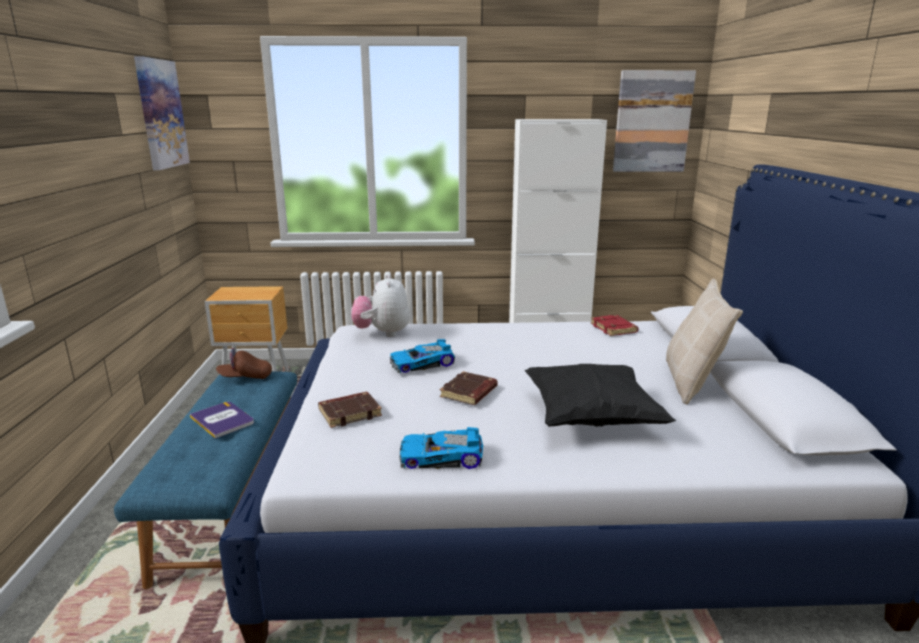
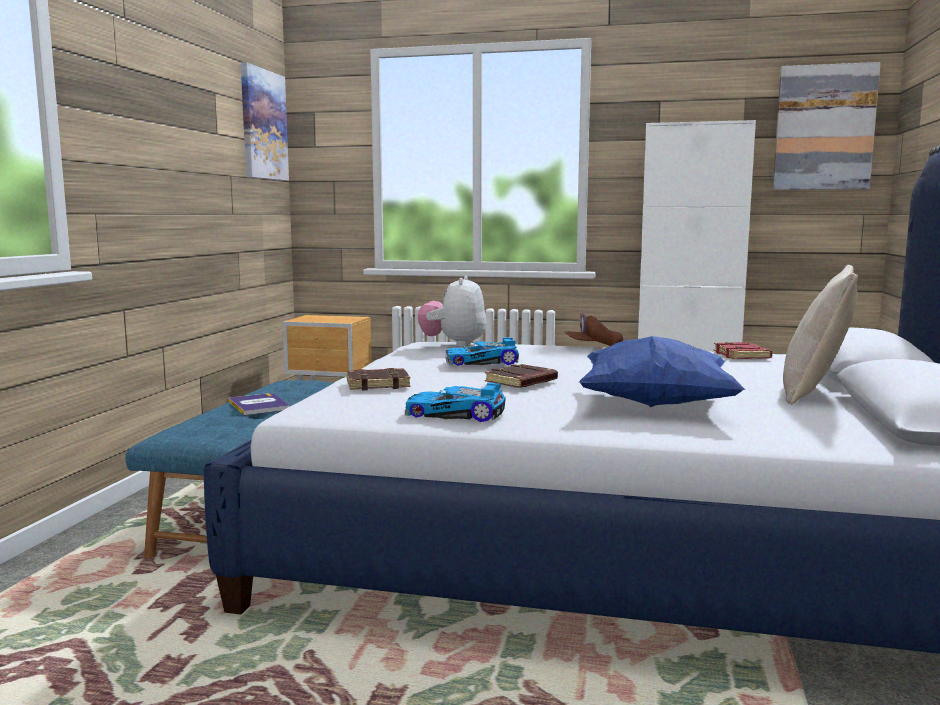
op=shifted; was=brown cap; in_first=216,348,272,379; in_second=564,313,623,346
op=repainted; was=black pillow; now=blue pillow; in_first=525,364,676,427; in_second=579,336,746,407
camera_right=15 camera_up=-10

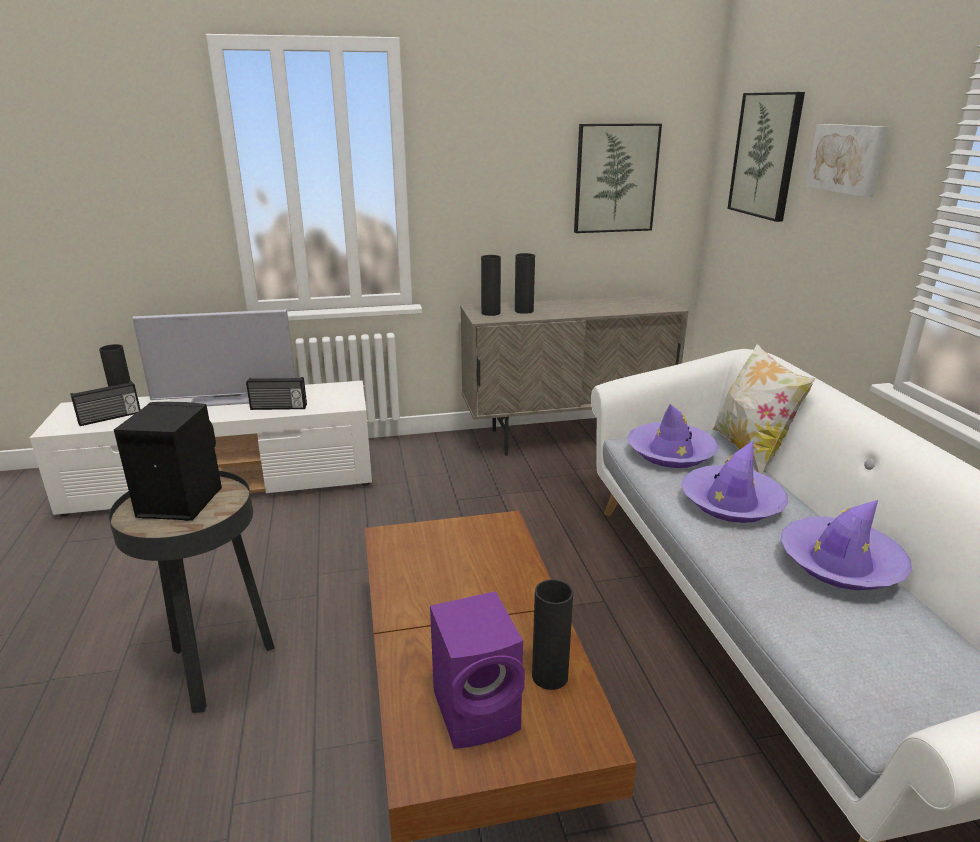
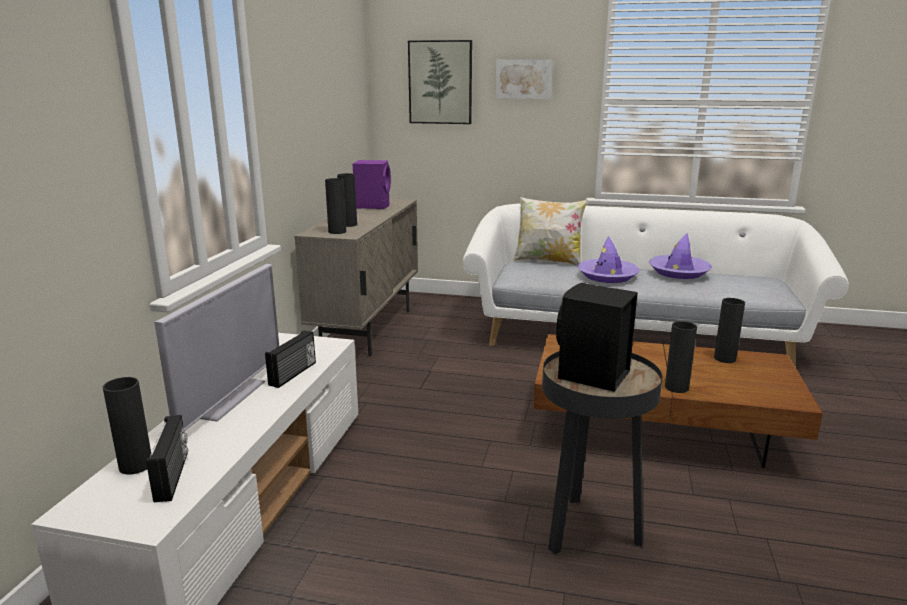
op=gone; was=picture; in_first=574,123,662,233
op=gone; was=purple hat; in_first=628,404,719,468
op=shifted; was=purple speaker; in_first=430,591,525,749; in_second=353,160,391,209
op=new; now=black vase; in_second=665,321,697,393
camera_right=-65 camera_up=-5

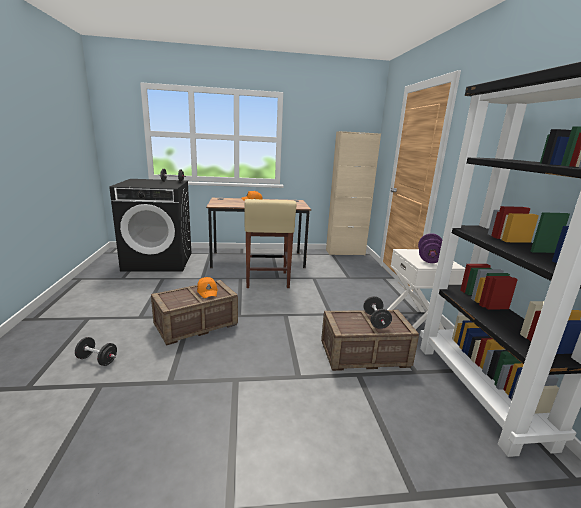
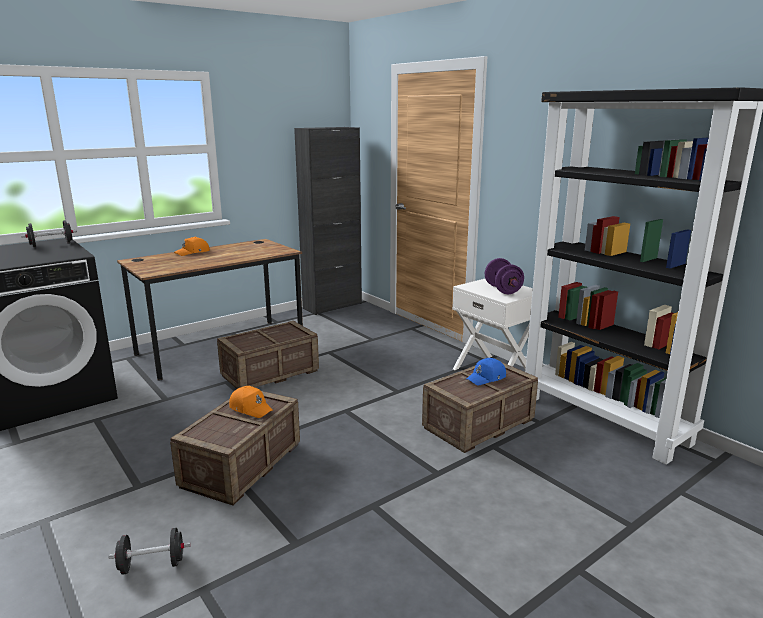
op=repainted; was=beige cabinet; now=black cabinet; in_first=326,131,381,255; in_second=294,127,362,315
op=swapped; was=beige stool; now=crate; in_first=245,199,297,288; in_second=217,321,319,389
op=swapped; was=black dumbbell; now=blue cap; in_first=363,296,392,329; in_second=466,358,506,385
camera_right=-30 camera_up=0

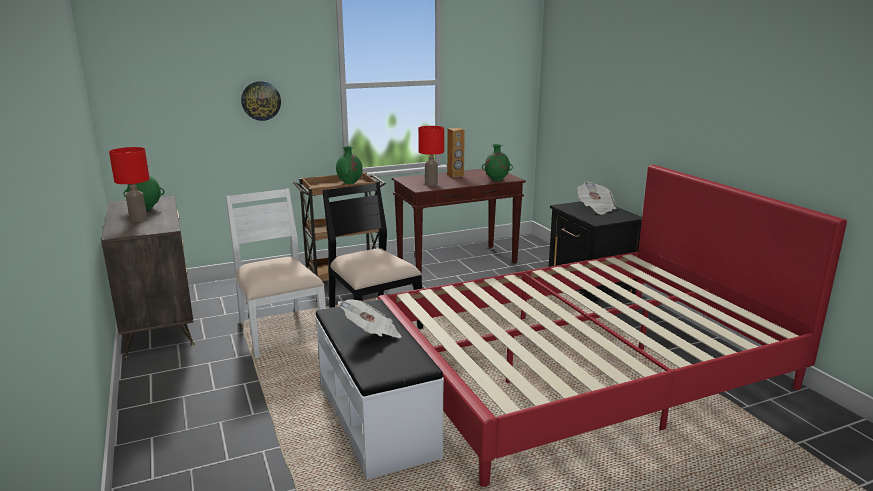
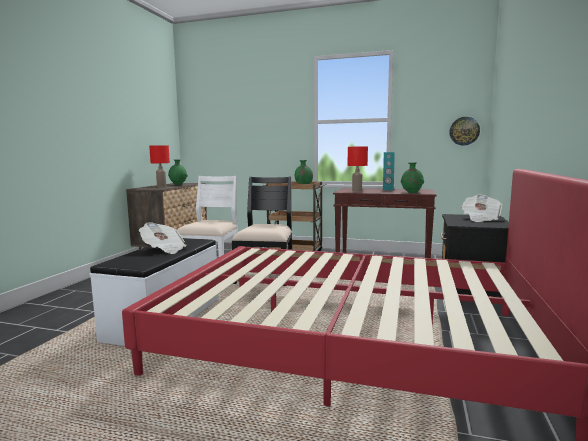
op=shifted; was=wall clock; in_first=241,81,281,121; in_second=449,117,480,145
op=repainted; was=brown speaker; now=turquoise speaker; in_first=447,128,465,177; in_second=383,152,395,190
camera_right=40 camera_up=-10

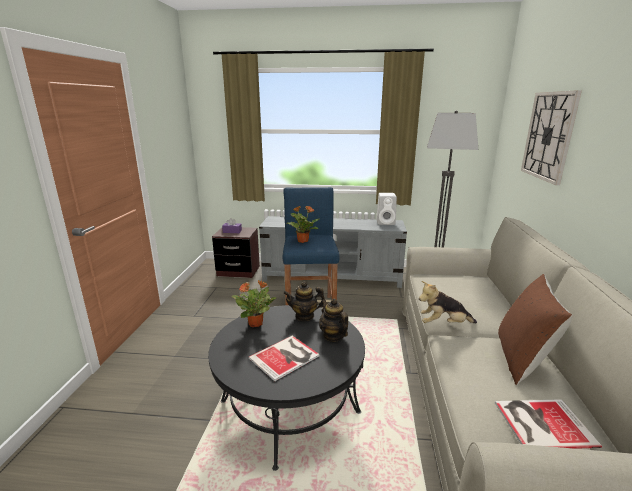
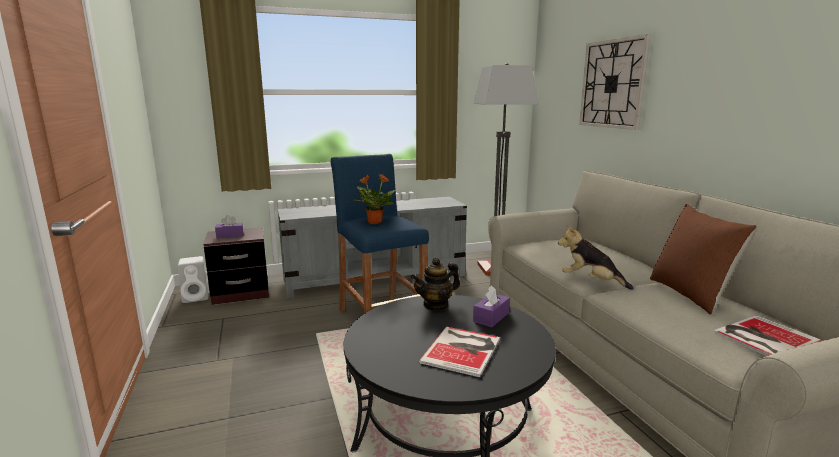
op=shifted; was=white speaker; in_first=376,193,397,225; in_second=178,256,209,303
op=gone; was=potted plant; in_first=232,280,276,327
op=rotated; was=plush toy; in_first=419,281,477,323; in_second=558,225,633,290; clockwise=60
op=swapped; was=teapot; now=purple tissue box; in_first=319,299,348,342; in_second=473,285,510,327
camera_right=-25 camera_up=-5

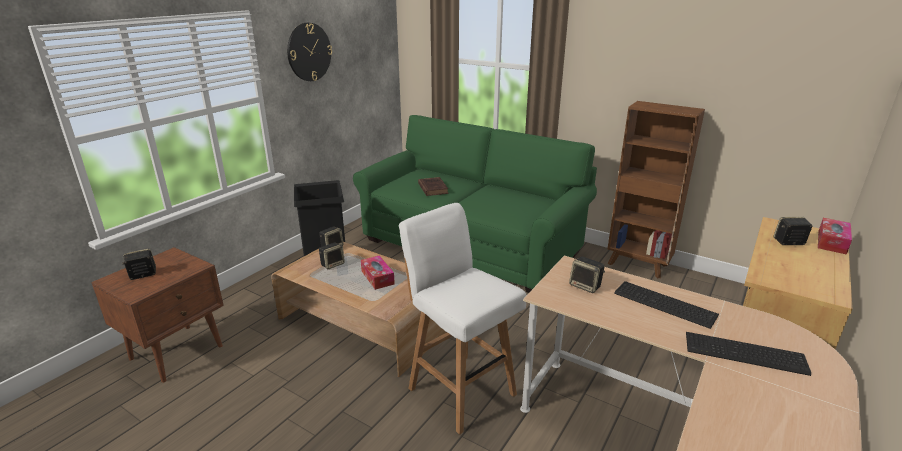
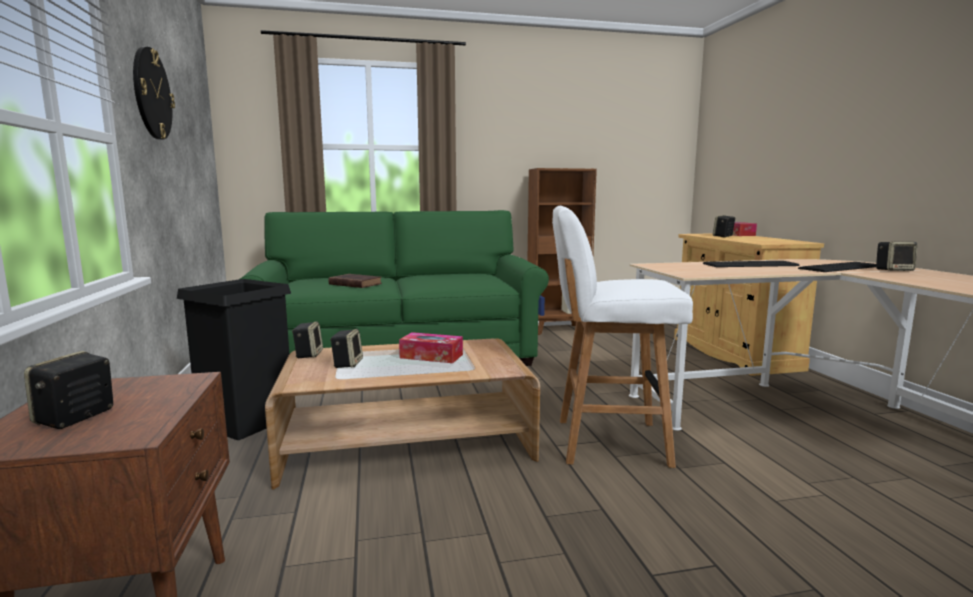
op=shifted; was=speaker; in_first=569,256,605,293; in_second=876,241,917,271
camera_right=-45 camera_up=-15

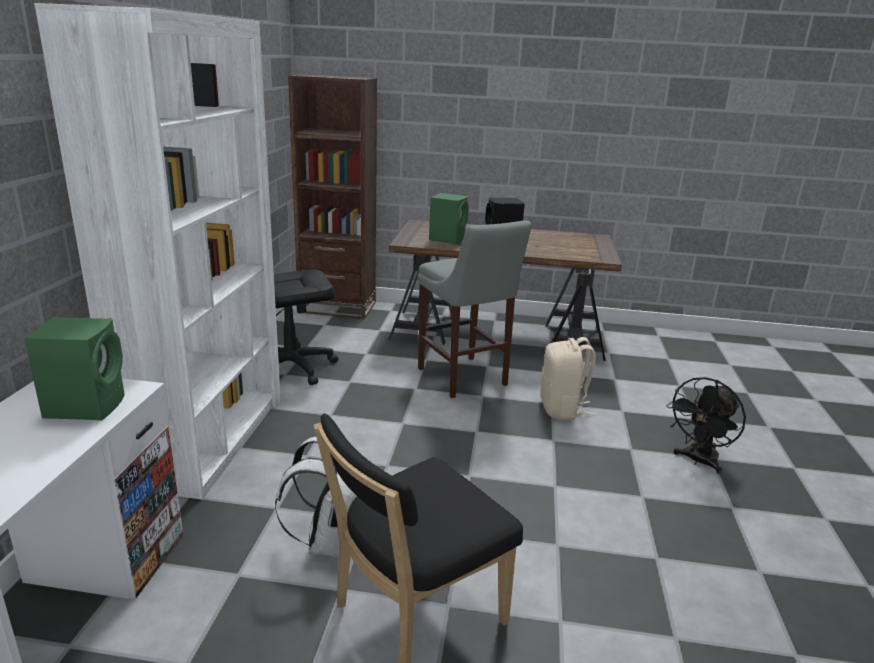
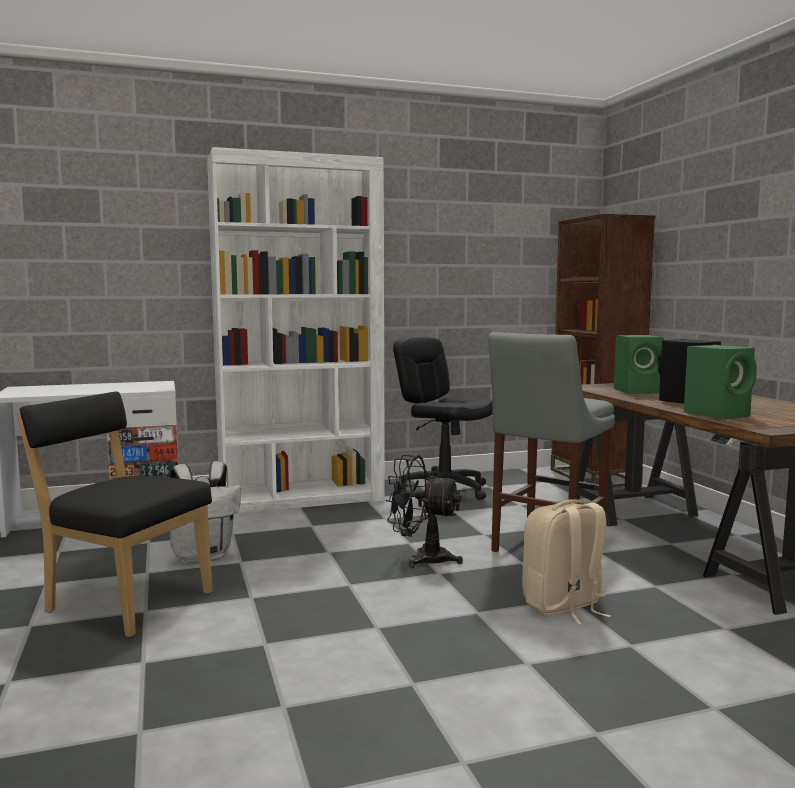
op=shifted; was=green speaker; in_first=24,317,125,420; in_second=684,345,757,419
op=shifted; was=black fan; in_first=666,377,746,474; in_second=385,455,463,568
camera_right=65 camera_up=-15

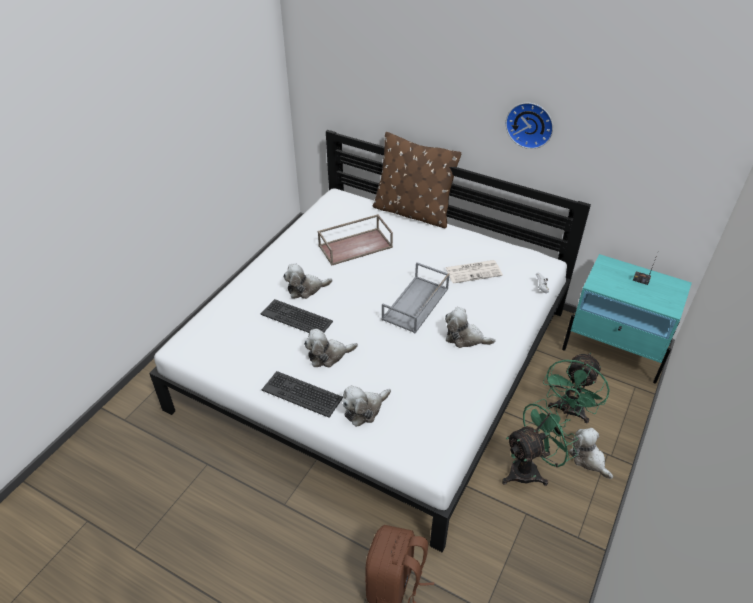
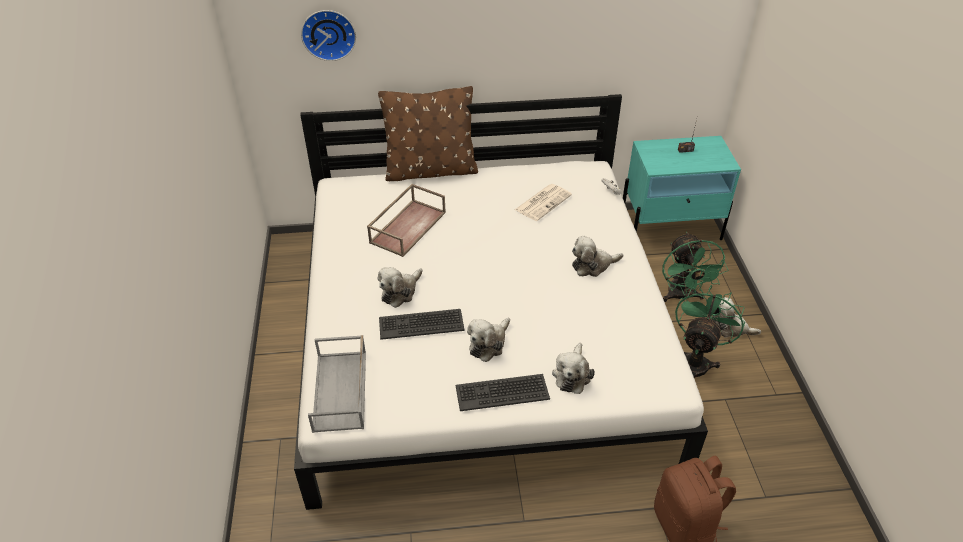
op=shifted; was=wall clock; in_first=506,103,553,149; in_second=301,10,356,61
op=shifted; was=grey tray; in_first=381,262,450,333; in_second=308,335,366,433
camera_right=-35 camera_up=0

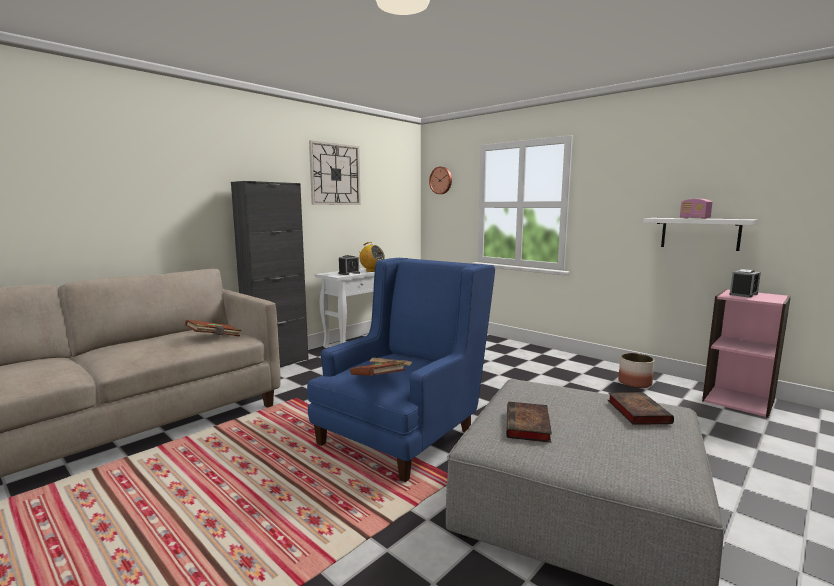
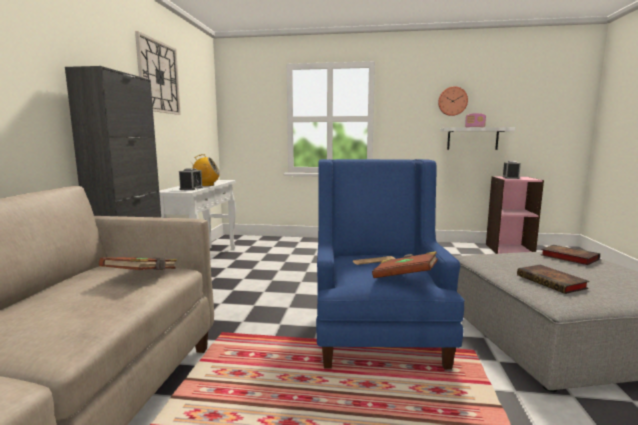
op=shifted; was=wall clock; in_first=429,167,452,194; in_second=438,86,468,116
op=gone; was=planter; in_first=618,353,654,388
camera_right=-35 camera_up=0

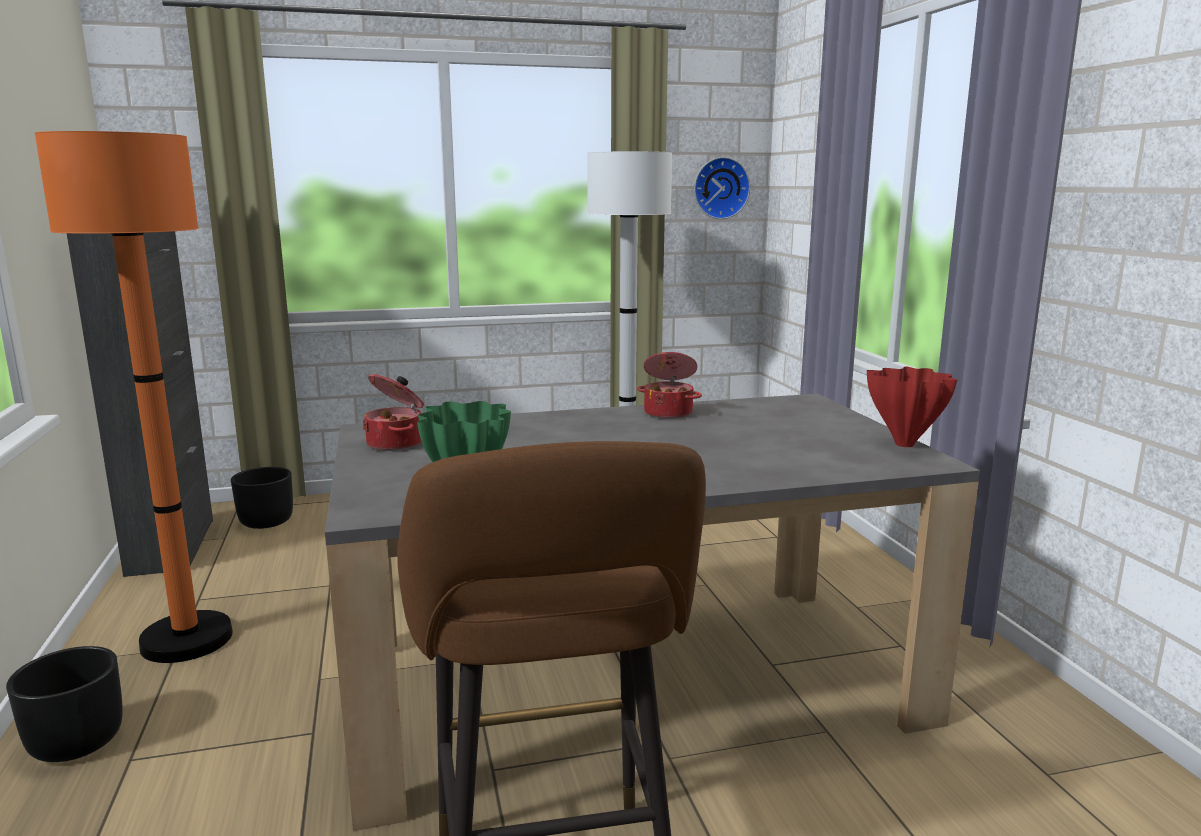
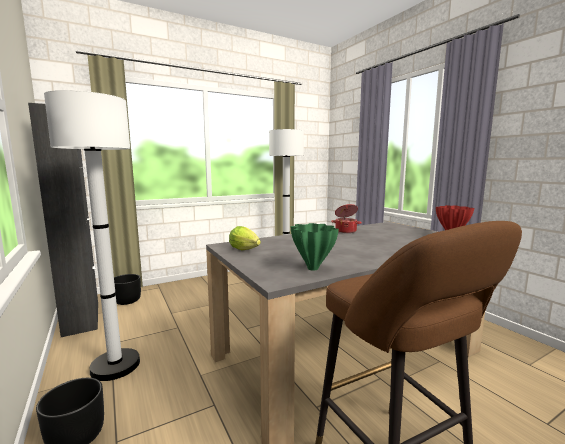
op=repainted; was=orange floor lamp; now=white floor lamp; in_first=34,131,233,663; in_second=44,90,140,381
op=gone; was=wall clock; in_first=694,157,750,219
op=swapped; was=cooking pot; now=lettuce; in_first=363,374,424,451; in_second=229,226,261,250
camera_right=-15 camera_up=-5

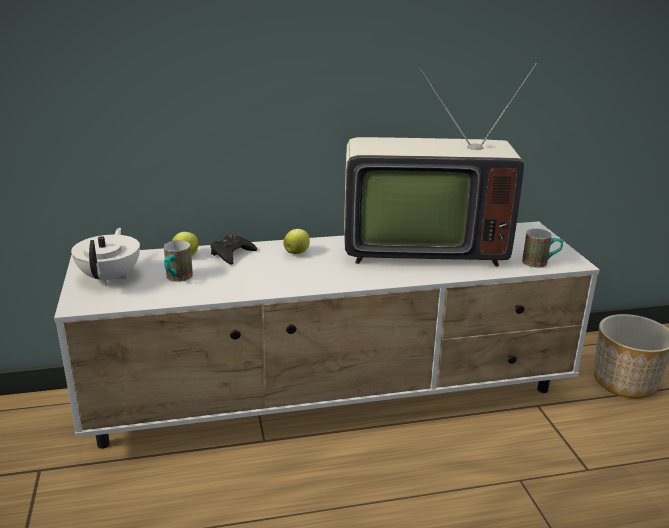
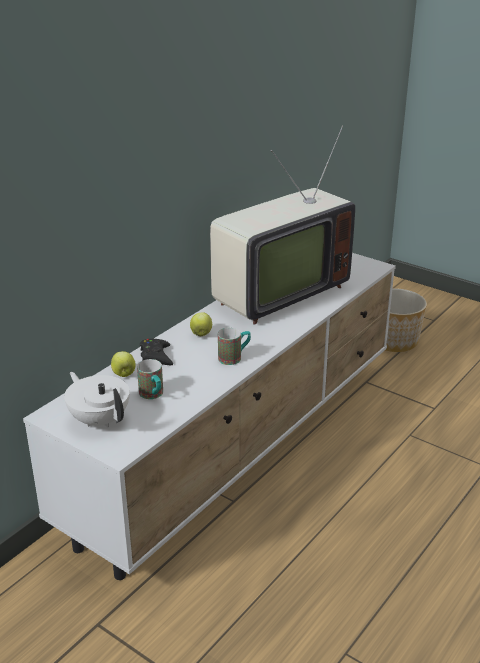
op=shifted; was=mug; in_first=522,229,564,268; in_second=218,328,251,365
camera_right=-40 camera_up=5

